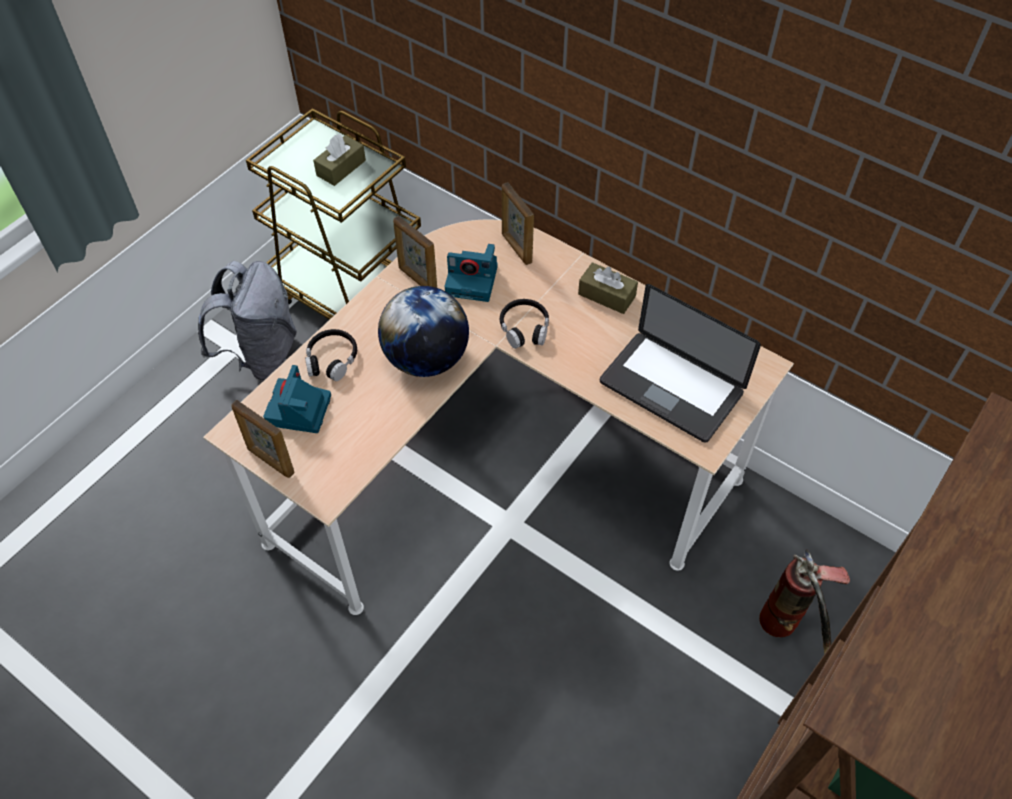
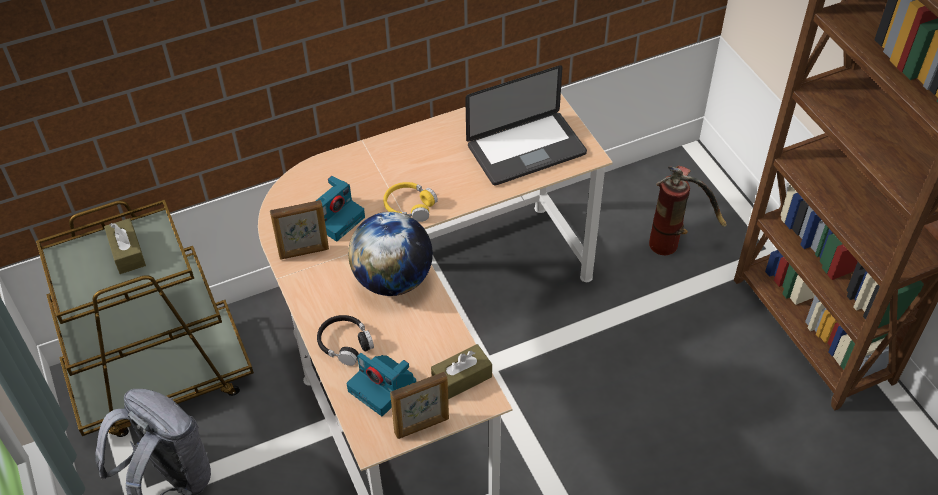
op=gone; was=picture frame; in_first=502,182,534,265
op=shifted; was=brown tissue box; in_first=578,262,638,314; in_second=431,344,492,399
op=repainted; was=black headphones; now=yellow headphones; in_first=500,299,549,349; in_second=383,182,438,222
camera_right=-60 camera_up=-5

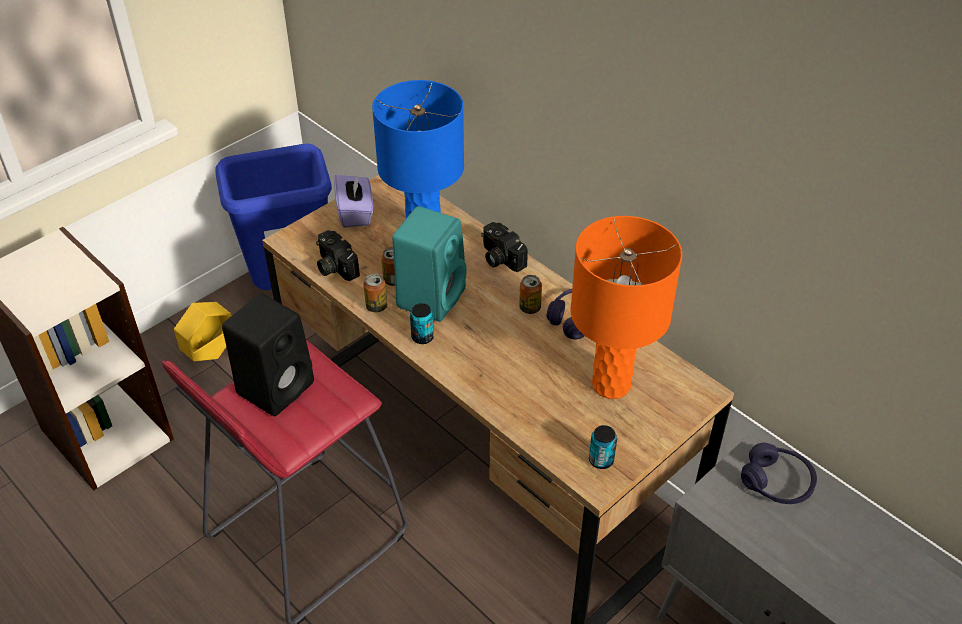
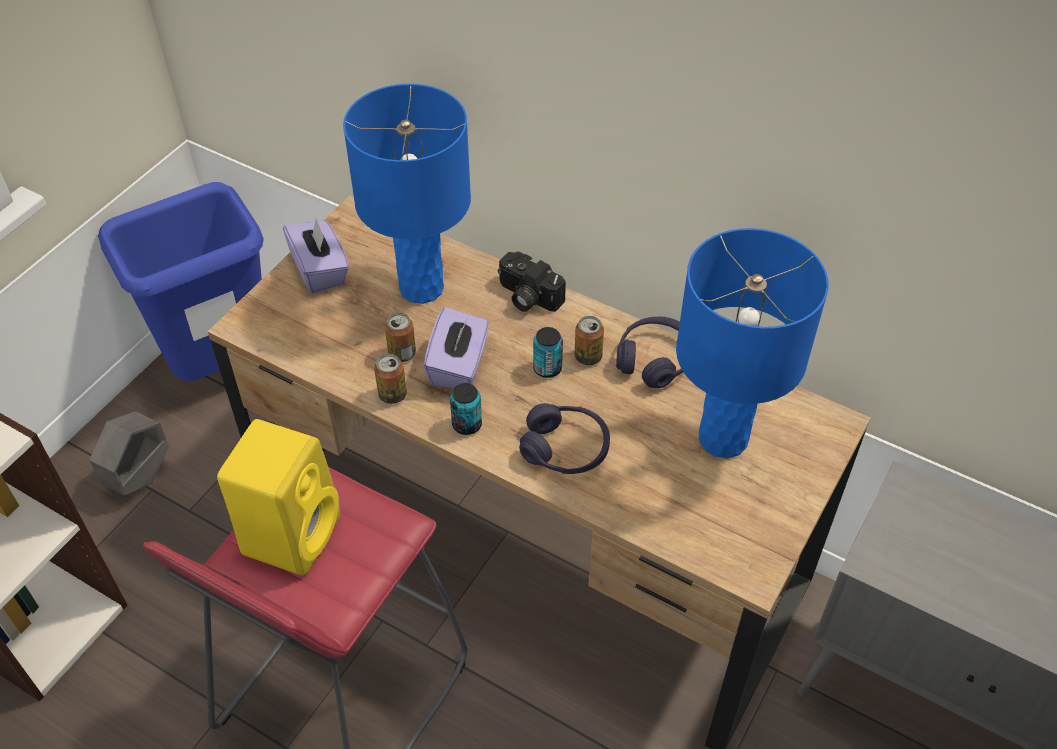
op=swapped; was=turquoise speaker; now=purple tissue box; in_first=392,206,467,322; in_second=424,307,489,389
op=repainted; was=orange table lamp; now=blue table lamp; in_first=571,216,682,399; in_second=676,228,829,458
op=gone; was=photo camera; in_first=316,230,360,281
op=repainted; was=black speaker; now=yellow speaker; in_first=222,294,314,416; in_second=217,419,340,576
op=repainted; was=yellow planter; now=grey planter; in_first=174,302,231,361; in_second=89,411,169,495
op=shifted; was=can; in_first=589,425,617,469; in_second=533,327,563,378
op=shifted; was=purple headphones; in_first=741,443,817,504; in_second=519,403,610,474
camera_right=-15 camera_up=5

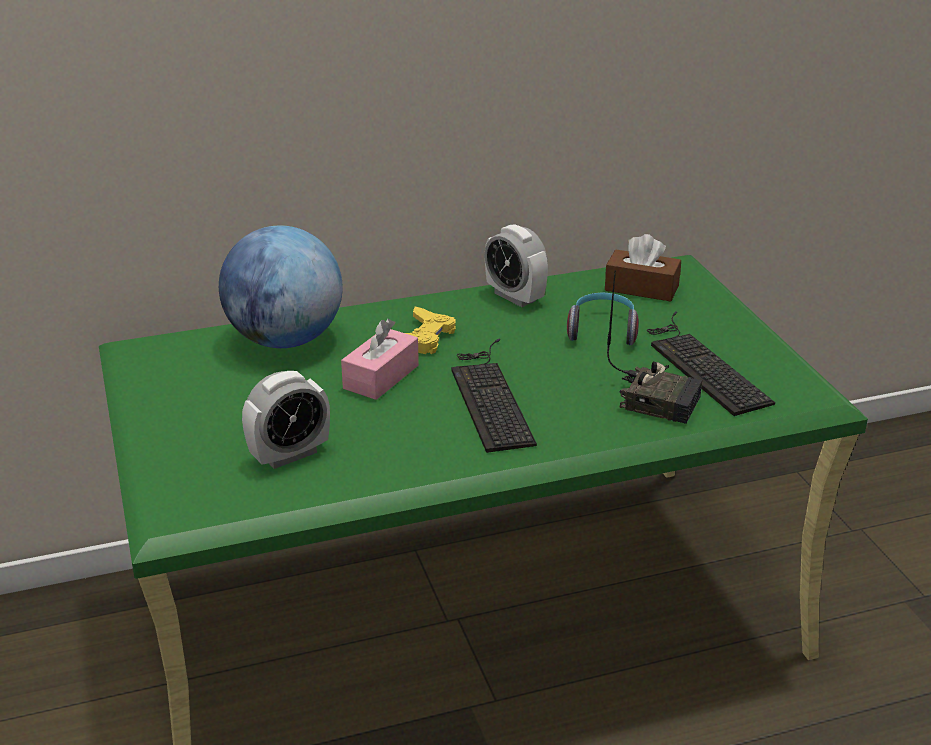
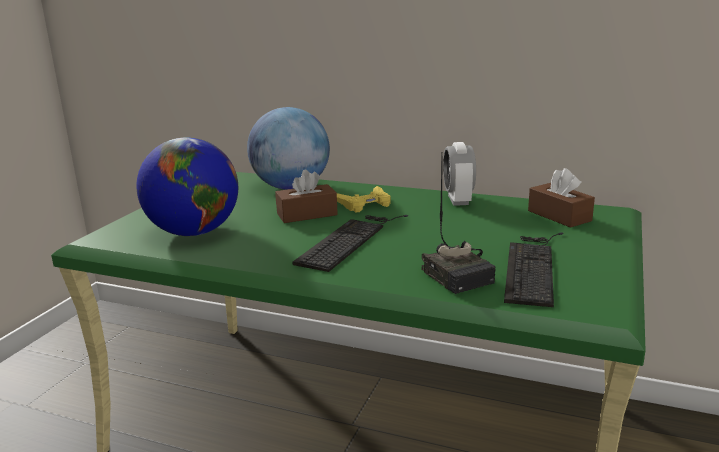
op=gone; was=headphones; in_first=567,293,639,345
op=repainted; was=pink tissue box; now=brown tissue box; in_first=341,319,419,400; in_second=275,170,338,223
op=swapped; was=alarm clock; now=globe; in_first=242,371,330,469; in_second=137,137,238,236
camera_right=40 camera_up=-10

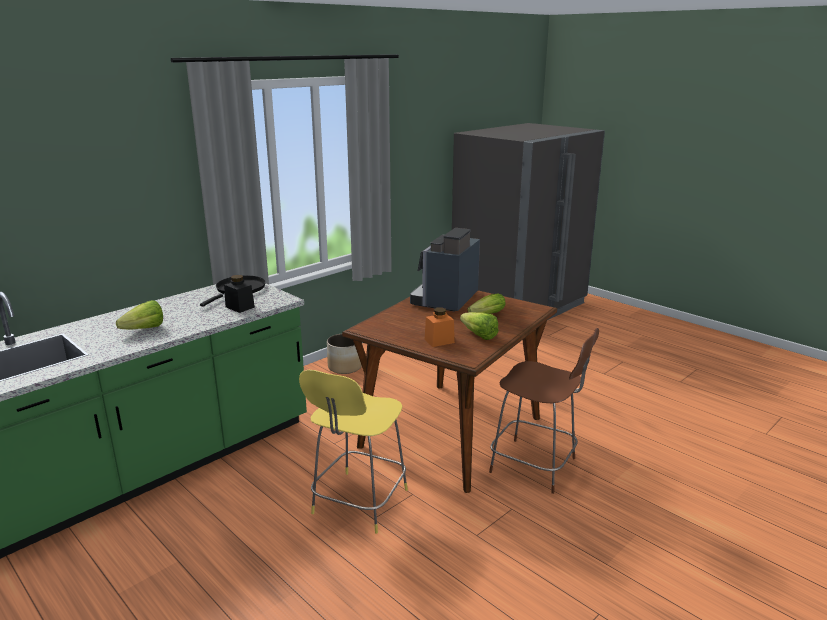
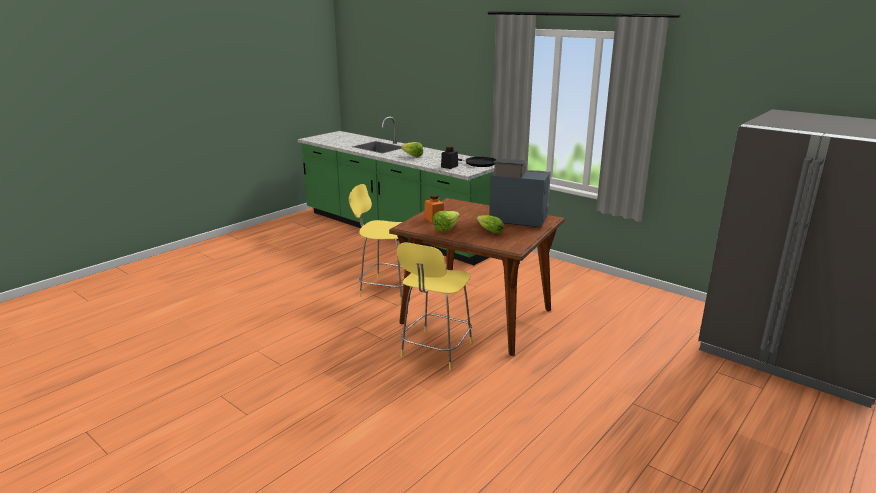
op=repainted; was=brown stool; now=yellow stool; in_first=489,328,599,494; in_second=397,243,472,370
op=gone; was=planter; in_first=327,334,362,374
camera_right=85 camera_up=0

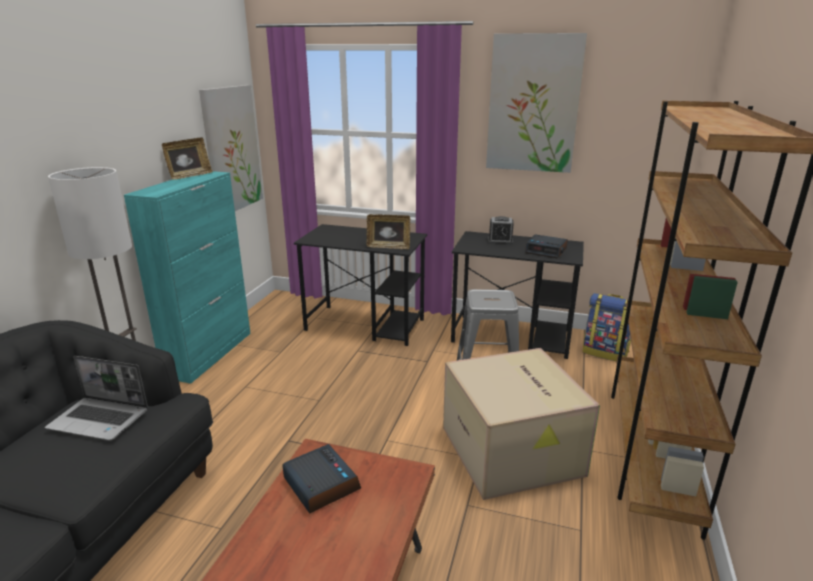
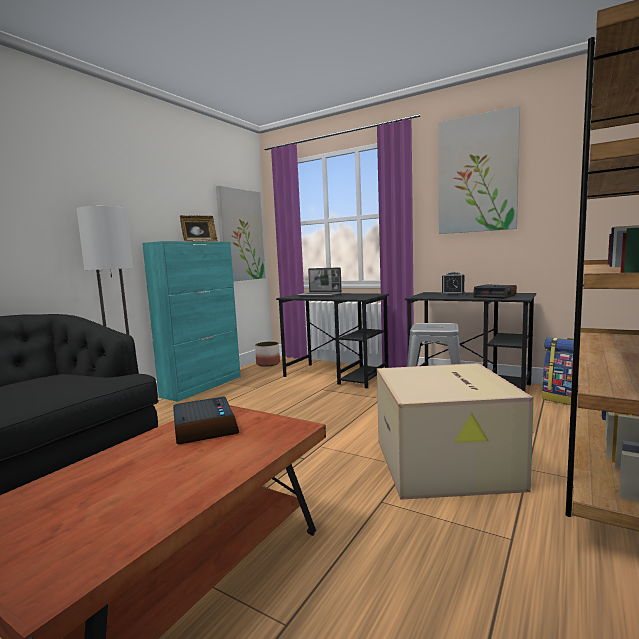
op=gone; was=picture frame; in_first=366,214,410,249
op=shifted; was=laptop; in_first=45,356,148,441; in_second=297,267,342,296
op=new; now=planter; in_second=255,341,280,367
camera_right=15 camera_up=-15

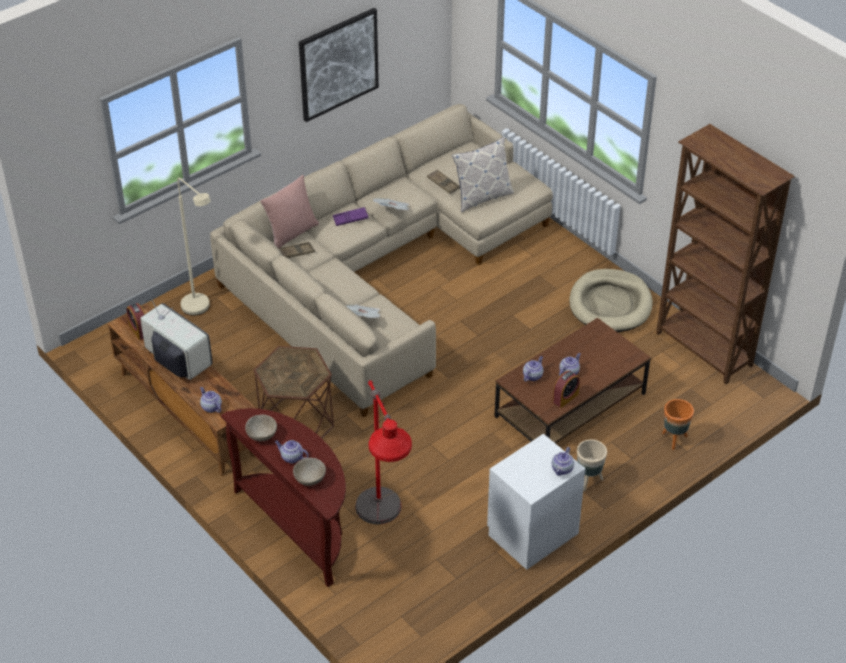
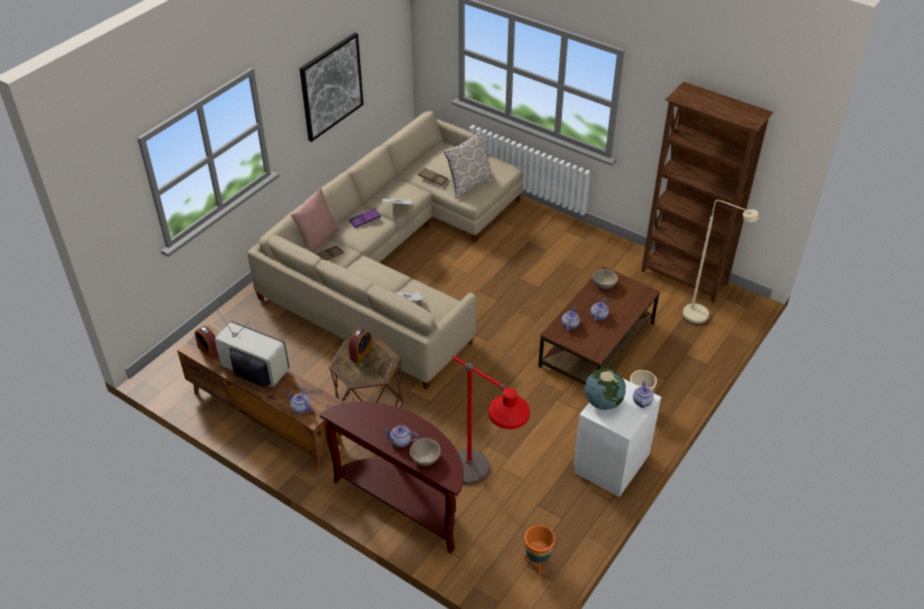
op=shifted; was=beige floor lamp; in_first=177,178,211,316; in_second=683,200,759,324
op=gone; was=beige dog bed; in_first=569,269,653,332
op=shifted; was=alarm clock; in_first=553,371,580,408; in_second=349,328,372,363
op=shifted; was=orange planter; in_first=662,399,694,450; in_second=524,525,555,576
op=shifted; was=beige bowl; in_first=245,415,277,441; in_second=593,269,618,289
op=new; now=globe; in_second=585,368,626,410
camera_right=-15 camera_up=0

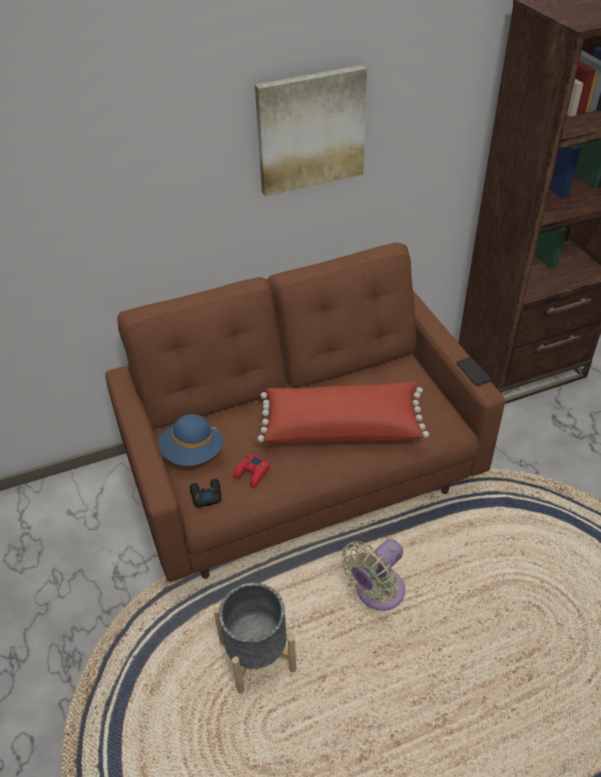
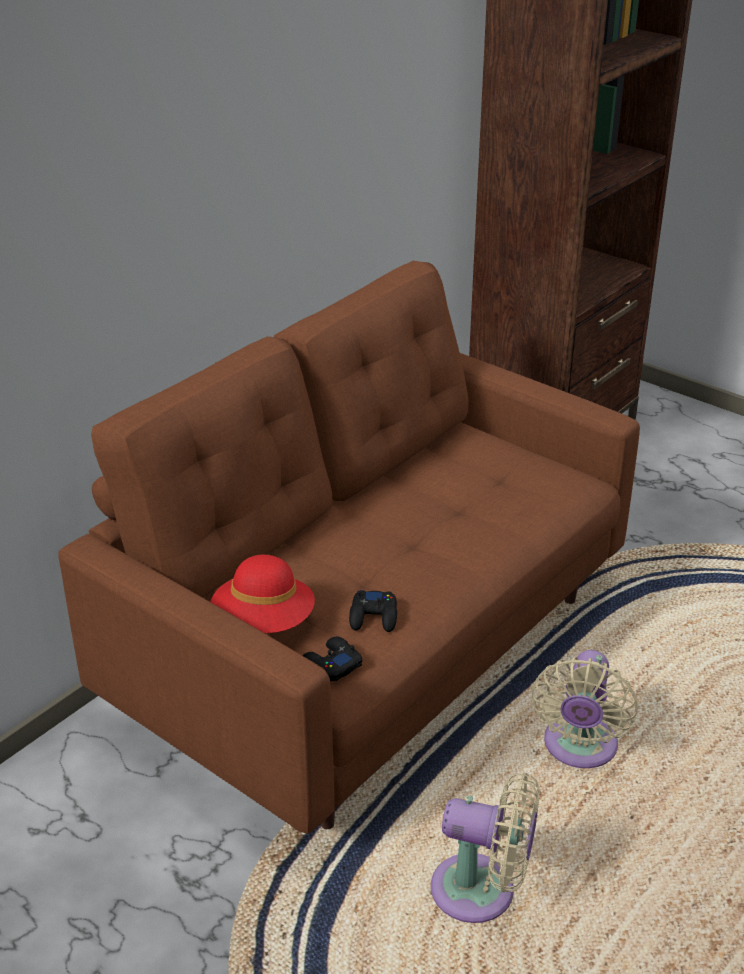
op=gone; was=picture; in_first=255,65,367,196
op=gone; was=phone; in_first=456,357,492,386
op=gone; was=red pillow; in_first=257,382,429,443
op=repainted; was=blue hat; now=red hat; in_first=158,414,223,466; in_second=211,555,315,633
op=repainted; was=red game controller; now=black game controller; in_first=233,454,270,487; in_second=349,590,397,632
op=swapped; was=grey planter; now=beige fan; in_first=214,583,296,694; in_second=431,773,540,923
camera_right=-30 camera_up=-10

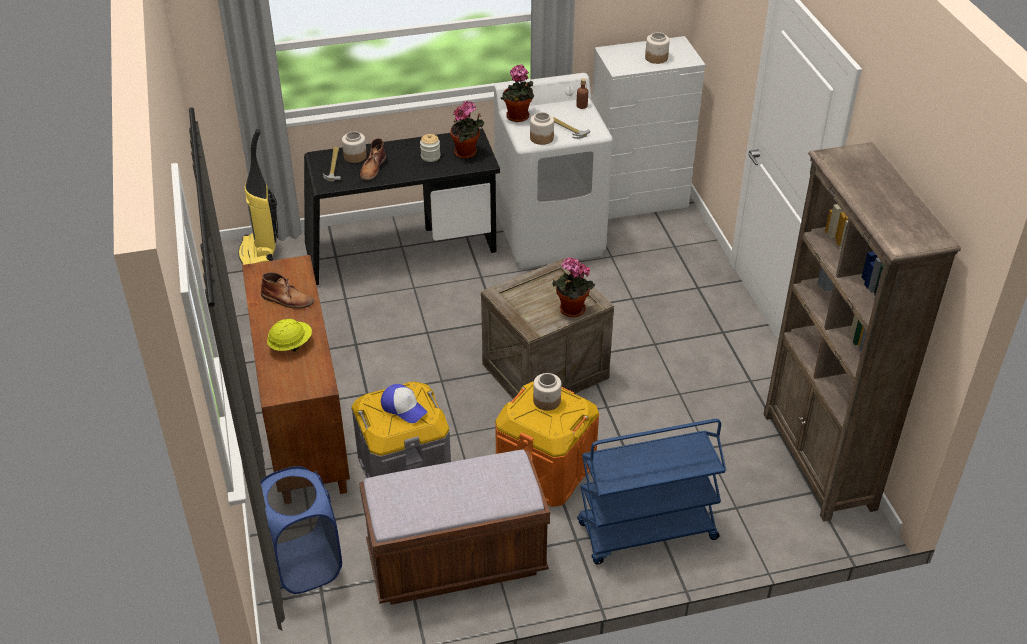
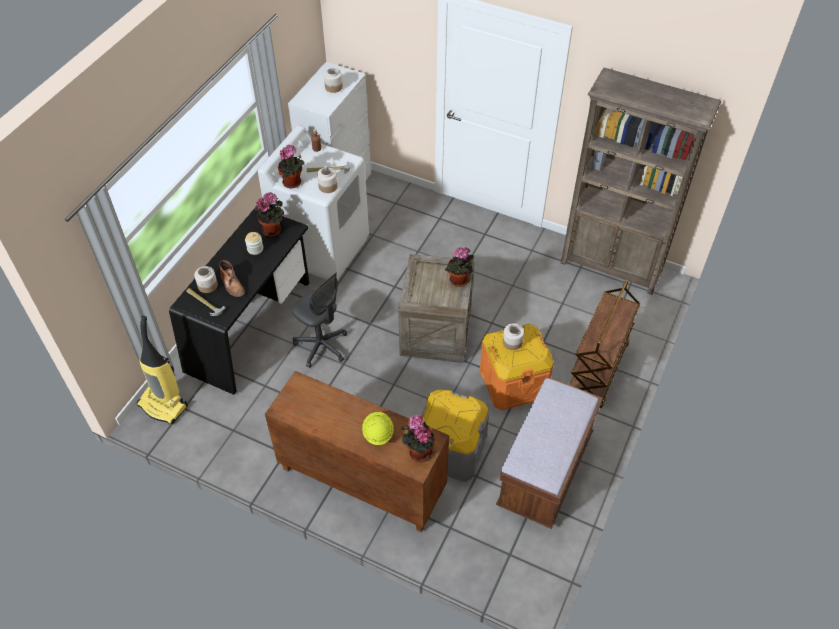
op=gone; was=brown boot; in_first=261,272,314,309
op=gone; was=cap; in_first=381,384,427,423
op=repainted; was=blue cart; now=brown cart; in_first=577,419,726,564; in_second=569,279,640,408
op=gone; was=blue laundry basket; in_first=261,466,342,594
op=new; now=grey office chair; in_second=292,273,347,368
op=new; now=potted plant; in_second=401,415,435,463
camera_right=-50 camera_up=10

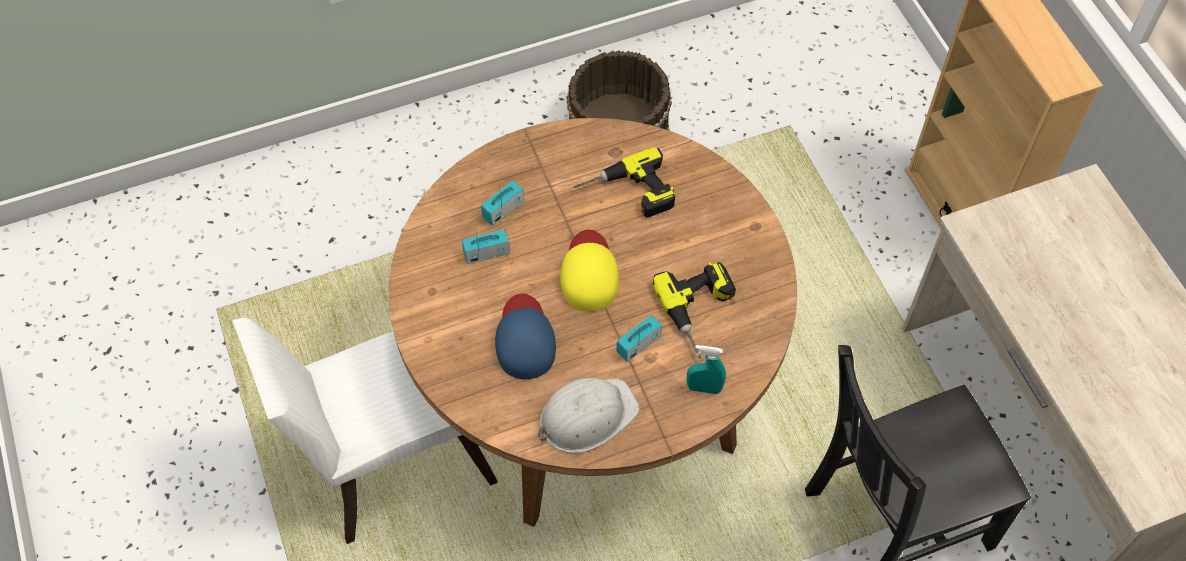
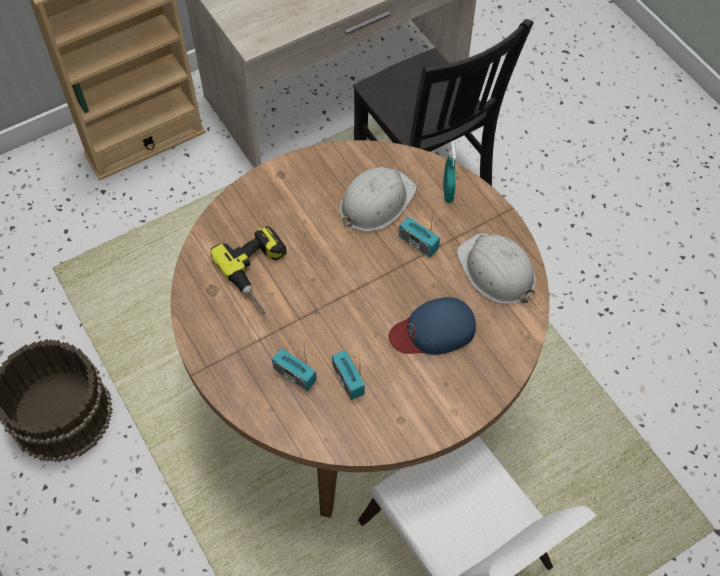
op=gone; was=yellow cap; in_first=560,230,619,311
op=swapped; was=power drill; now=white hard hat; in_first=653,262,736,359; in_second=340,167,417,231
camera_right=-100 camera_up=0

